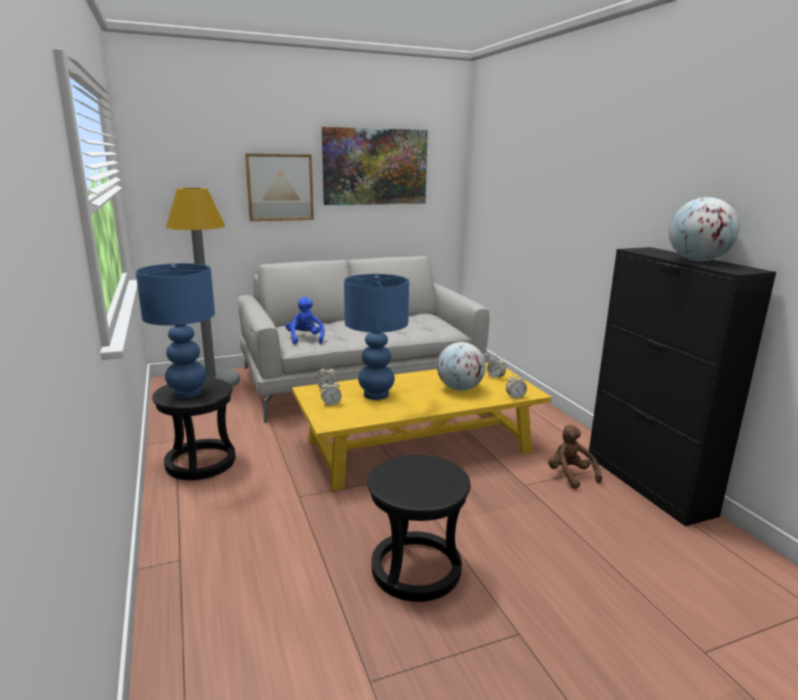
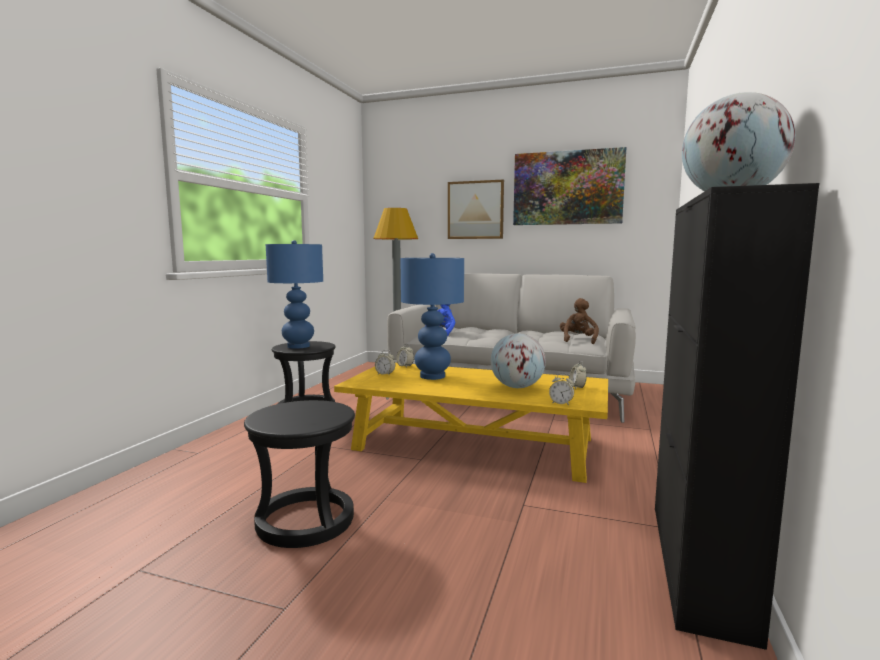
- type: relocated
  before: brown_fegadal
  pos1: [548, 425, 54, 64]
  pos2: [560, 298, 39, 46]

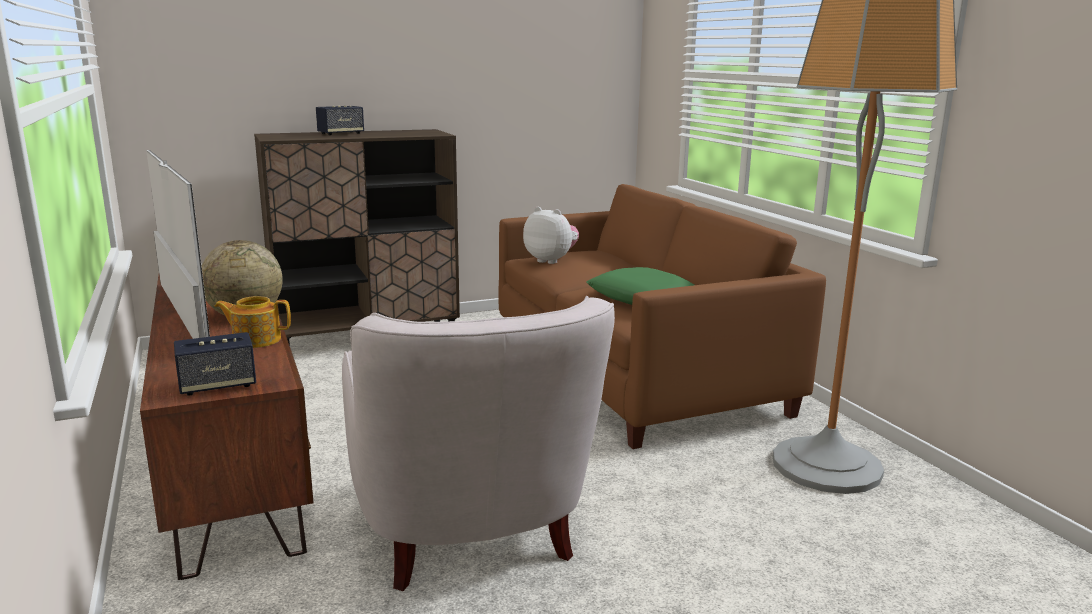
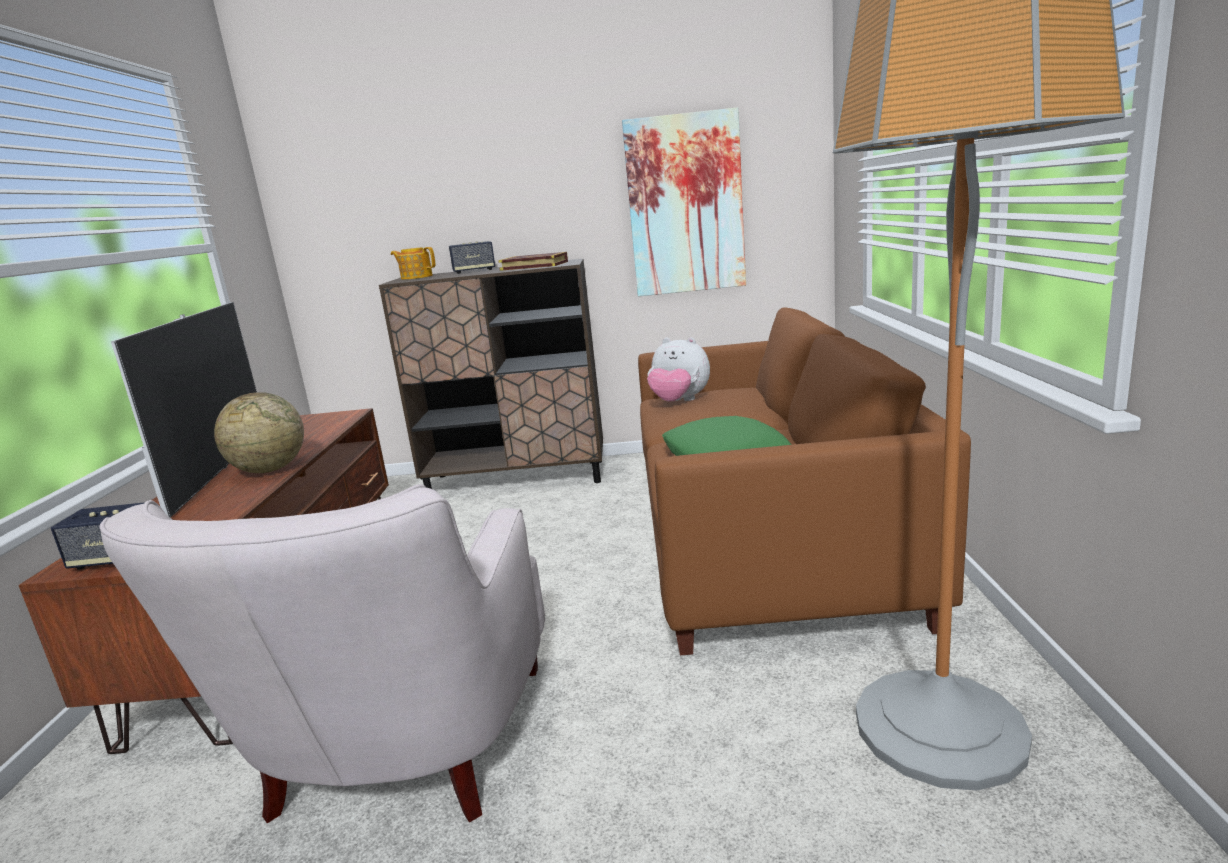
- type: appeared
  after: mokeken
  pos2: [498, 252, 70, 19]
- type: appeared
  after: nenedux
  pos2: [622, 107, 124, 189]
- type: relocated
  before: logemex
  pos1: [214, 296, 77, 52]
  pos2: [391, 247, 44, 33]
- type: spun
  before: fegadal
  pos1: [523, 206, 56, 58]
  pos2: [647, 337, 63, 65]
  turn: 150

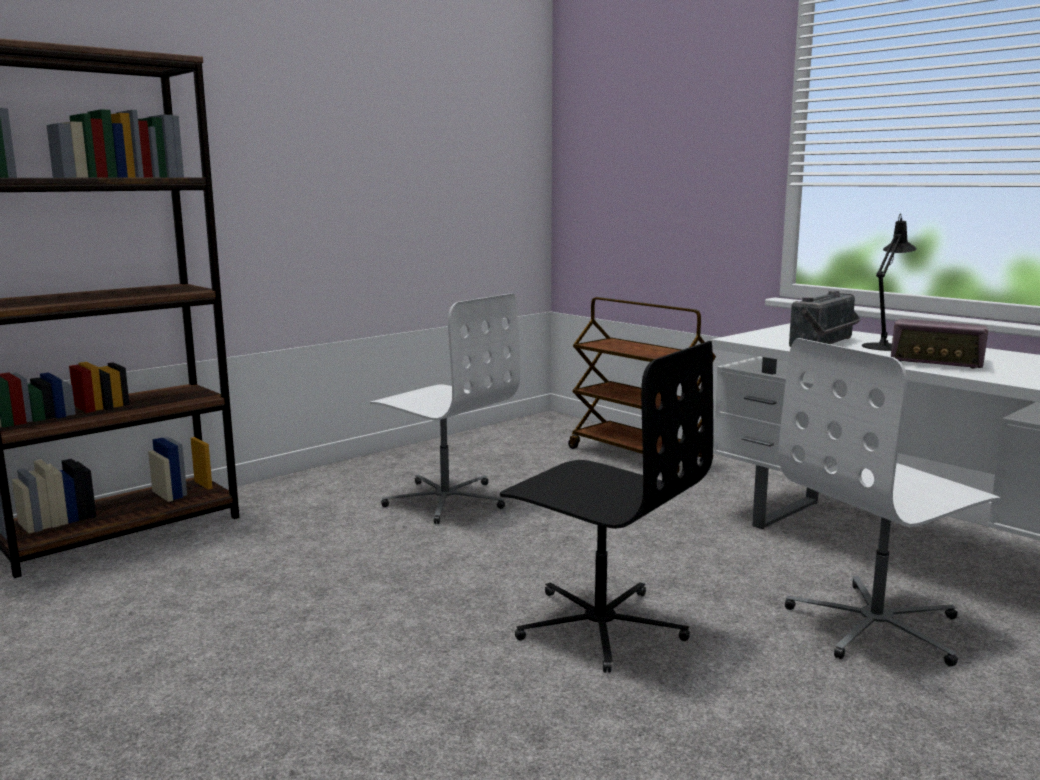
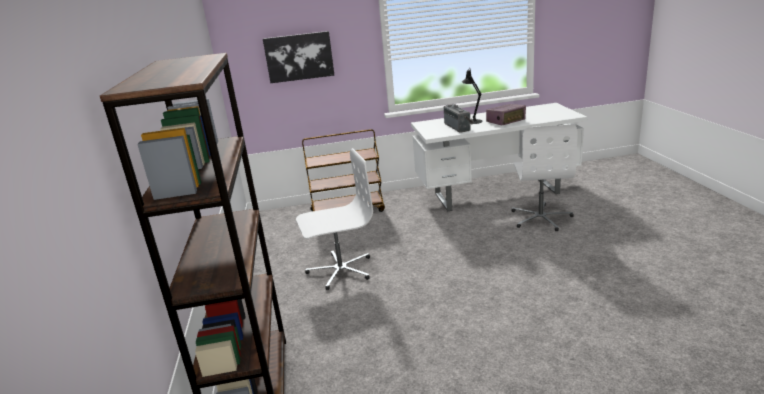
- type: missing
  before: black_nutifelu
  pos1: [500, 341, 213, 332]
- type: appeared
  after: nenedux
  pos2: [263, 31, 71, 52]

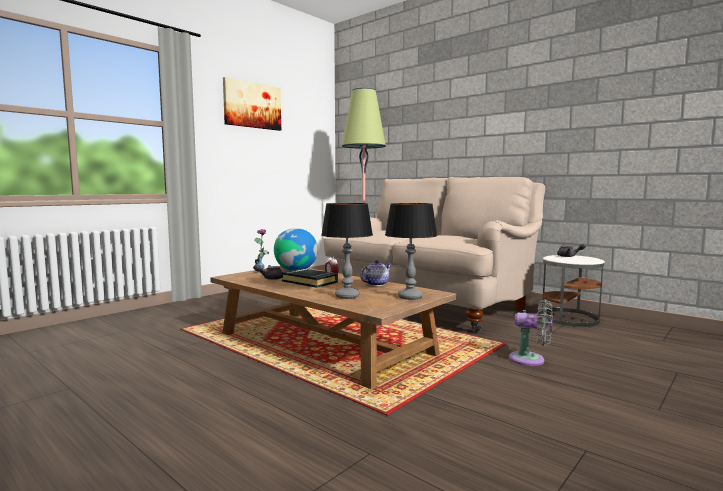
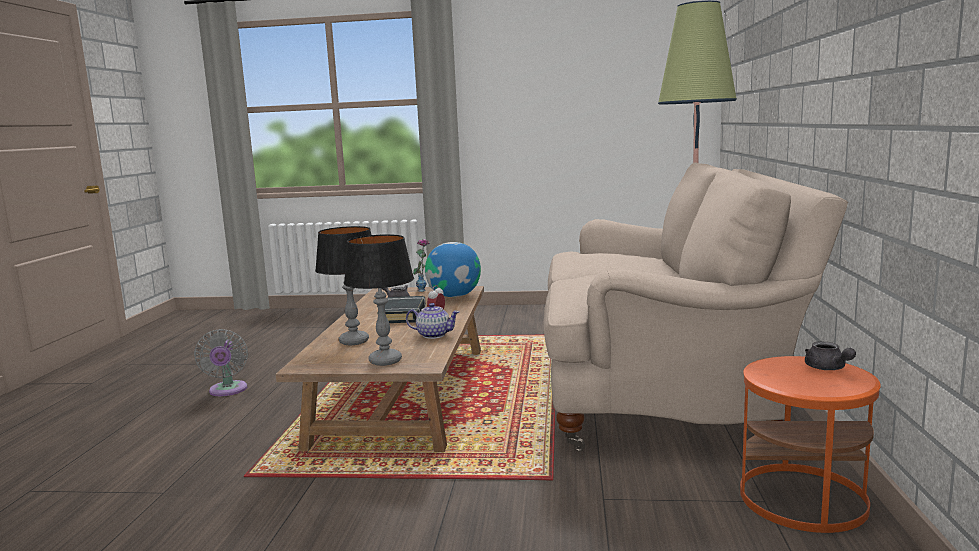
- type: missing
  before: nenedux
  pos1: [223, 77, 58, 54]
- type: relocated
  before: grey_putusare
  pos1: [509, 299, 43, 67]
  pos2: [194, 329, 54, 67]
- type: colour
  before: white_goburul
  after: orange_goburul
  pos1: [540, 255, 65, 72]
  pos2: [740, 356, 141, 177]

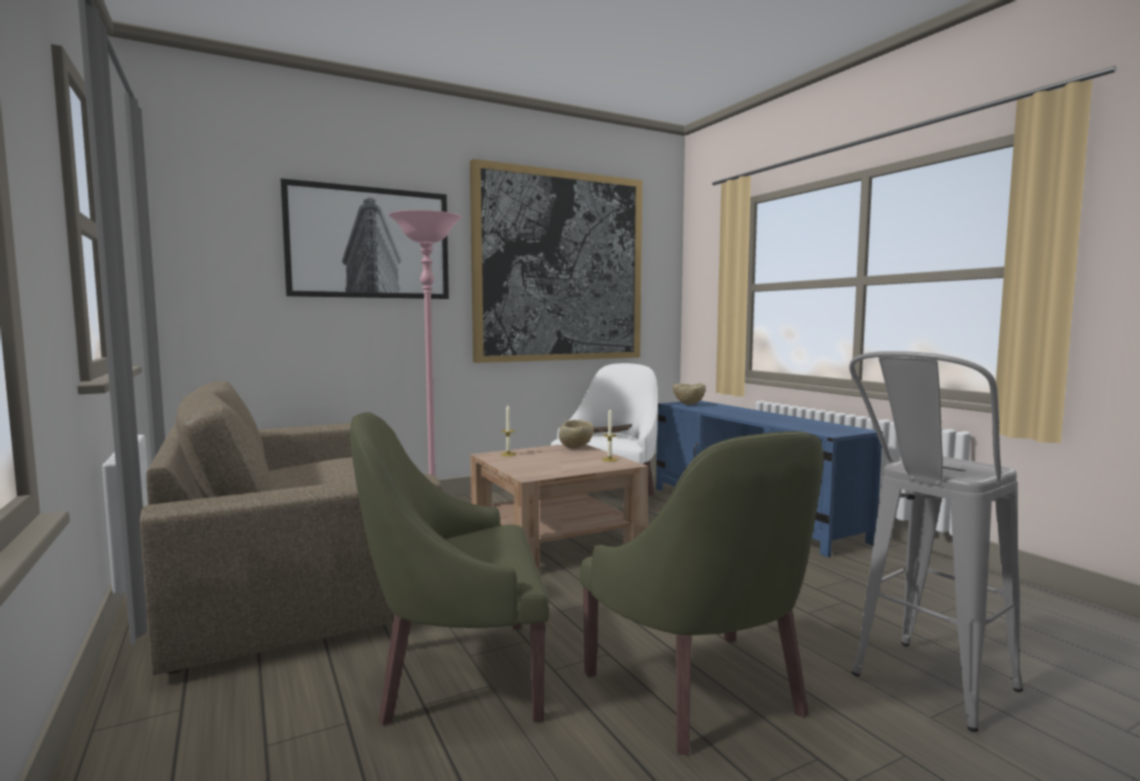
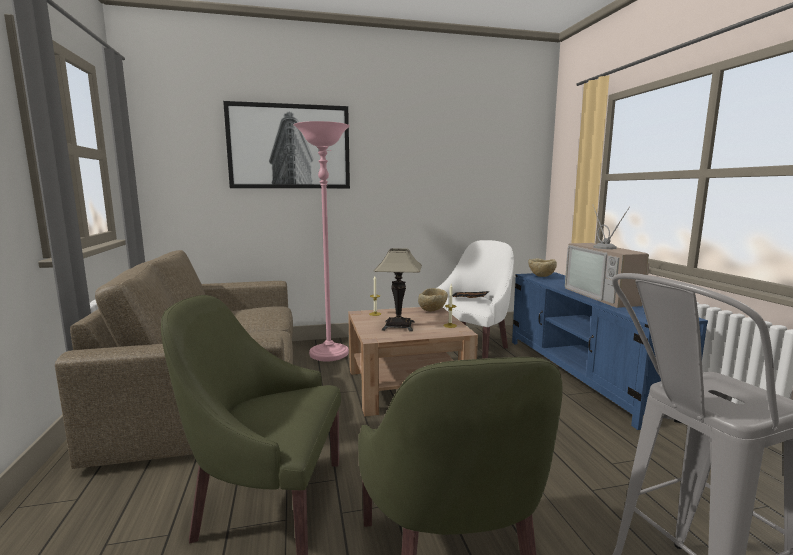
- type: missing
  before: nenedux
  pos1: [470, 159, 172, 204]
- type: appeared
  after: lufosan
  pos2: [374, 248, 48, 84]
- type: appeared
  after: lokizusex
  pos2: [565, 206, 84, 102]

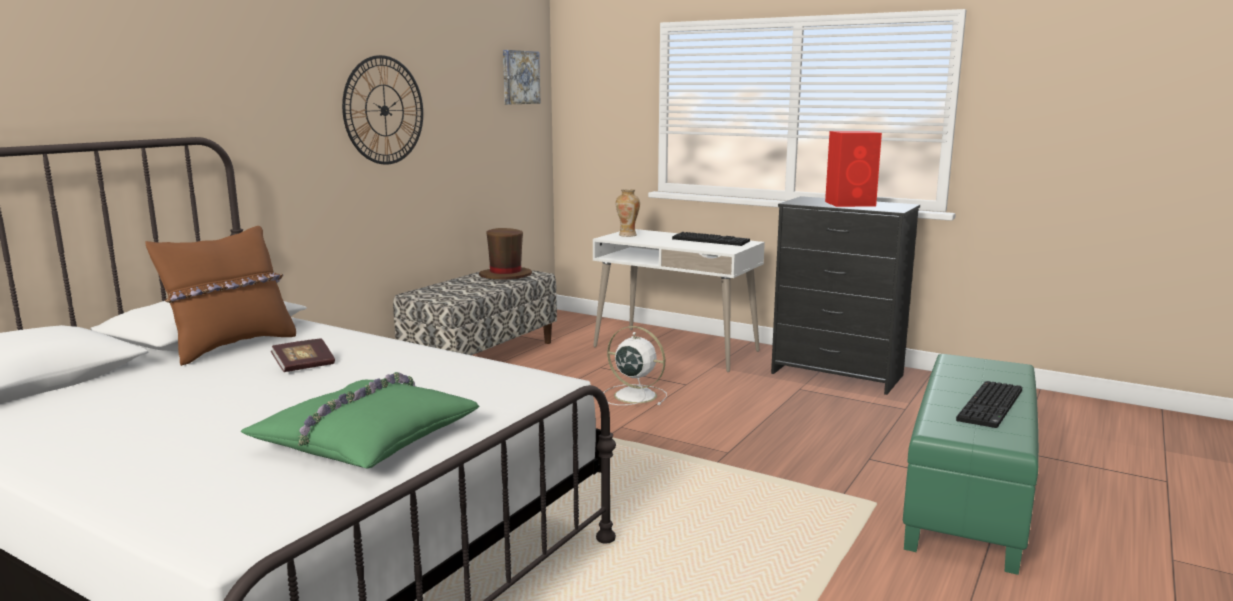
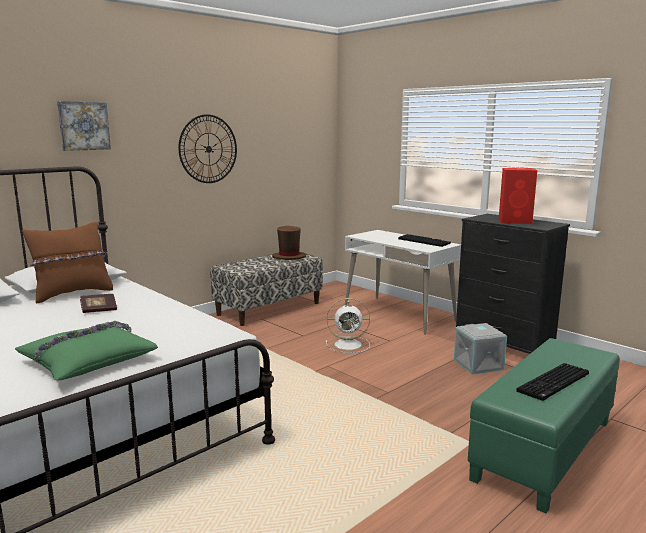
- type: missing
  before: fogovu
  pos1: [616, 189, 24, 48]
- type: appeared
  after: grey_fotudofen
  pos2: [454, 323, 53, 52]
- type: relocated
  before: nenedux
  pos1: [503, 50, 37, 54]
  pos2: [57, 101, 54, 50]
- type: spun
  before: white_putusare
  pos1: [604, 326, 63, 79]
  pos2: [326, 298, 44, 55]
  turn: 135

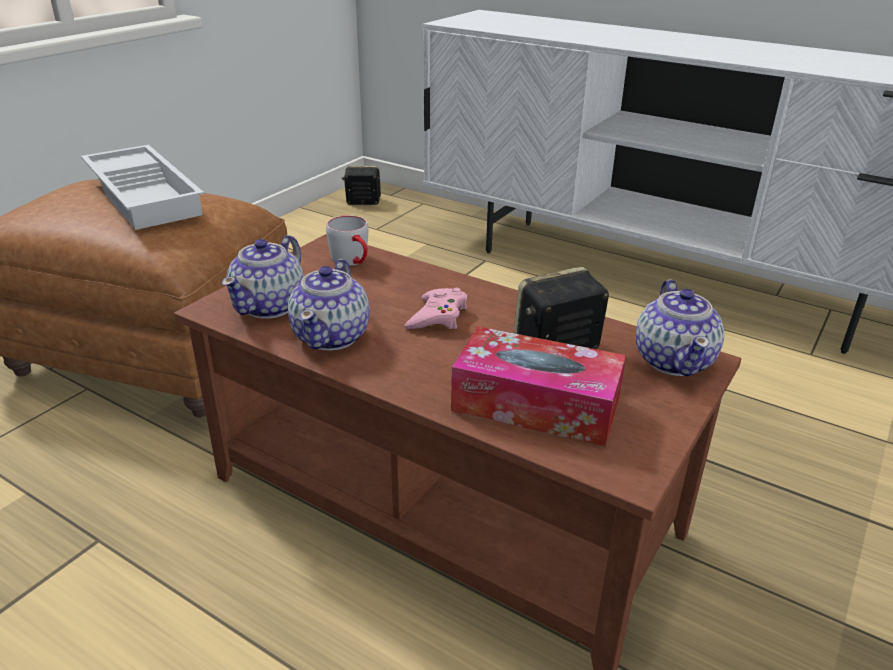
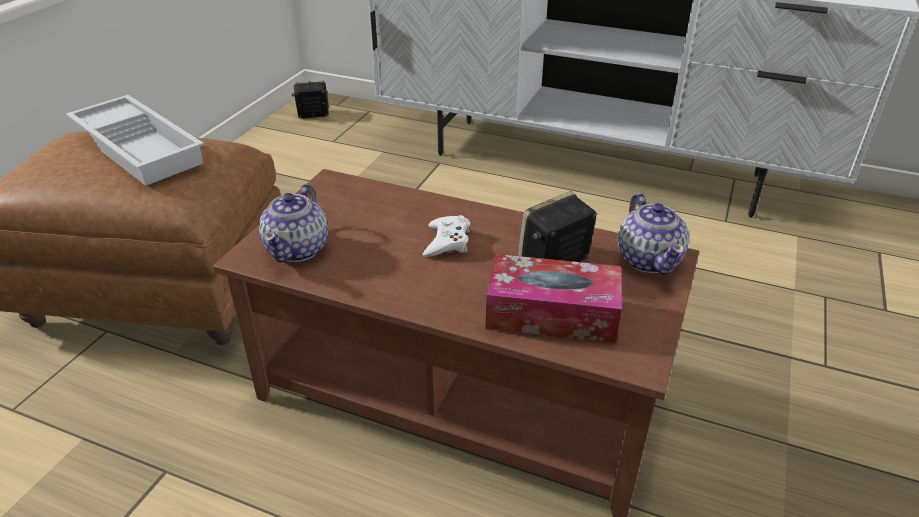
- type: missing
  before: logemex
  pos1: [288, 259, 82, 92]
- type: missing
  before: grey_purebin
  pos1: [326, 215, 43, 51]
- type: colour
  before: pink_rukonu
  after: white_rukonu
  pos1: [405, 288, 62, 41]
  pos2: [423, 215, 47, 42]

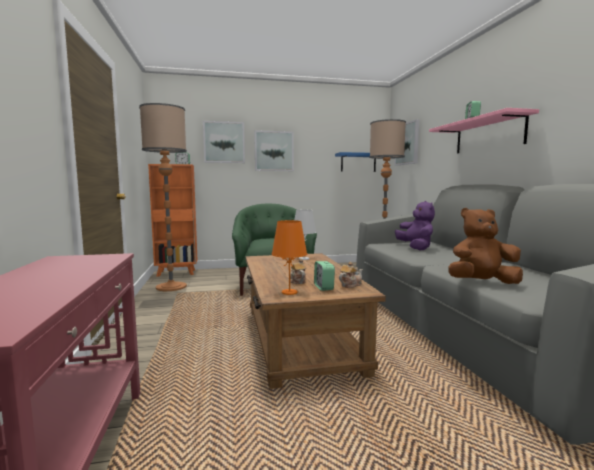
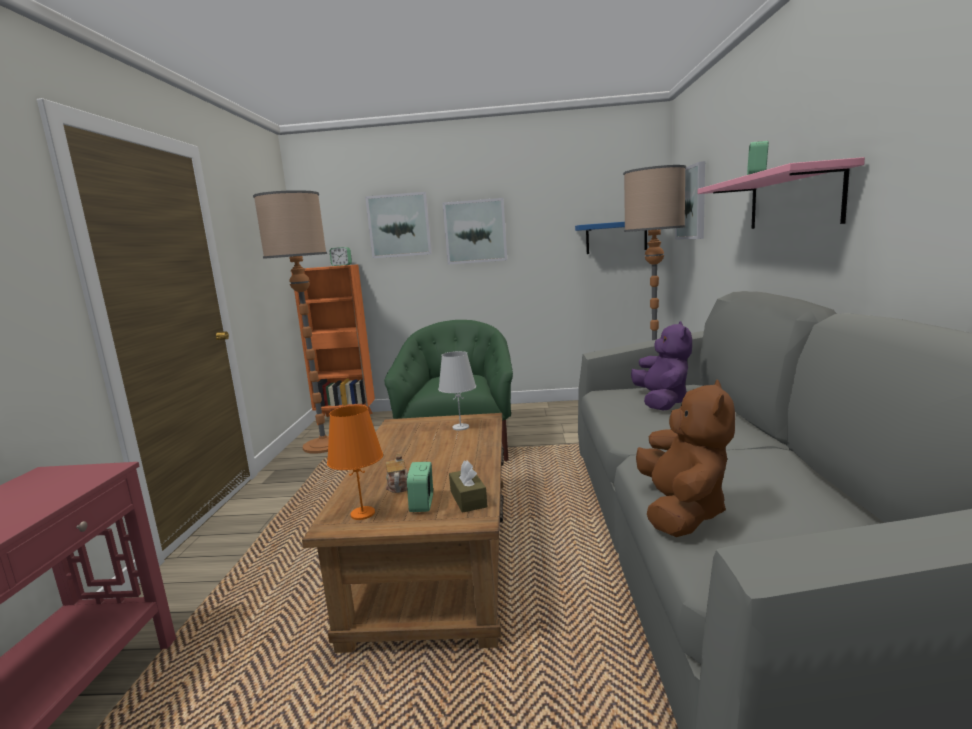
- type: exchanged
  before: logemex
  after: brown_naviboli
  pos1: [339, 262, 24, 26]
  pos2: [449, 461, 39, 52]
- type: spun
  before: brown_fegadal
  pos1: [449, 208, 74, 76]
  pos2: [636, 380, 99, 157]
  turn: 90

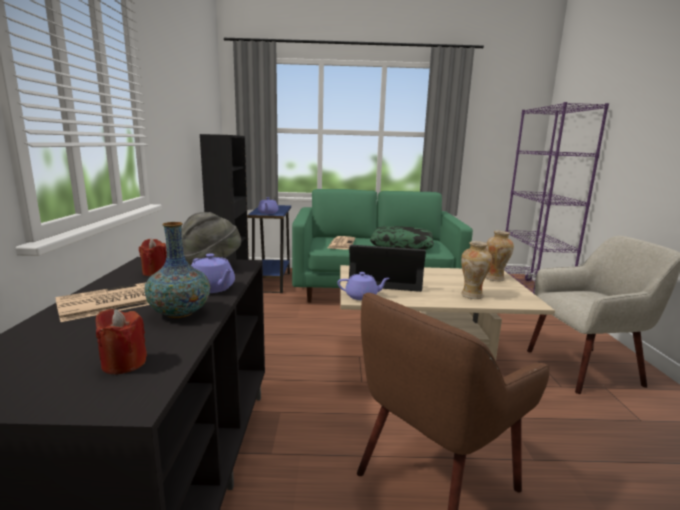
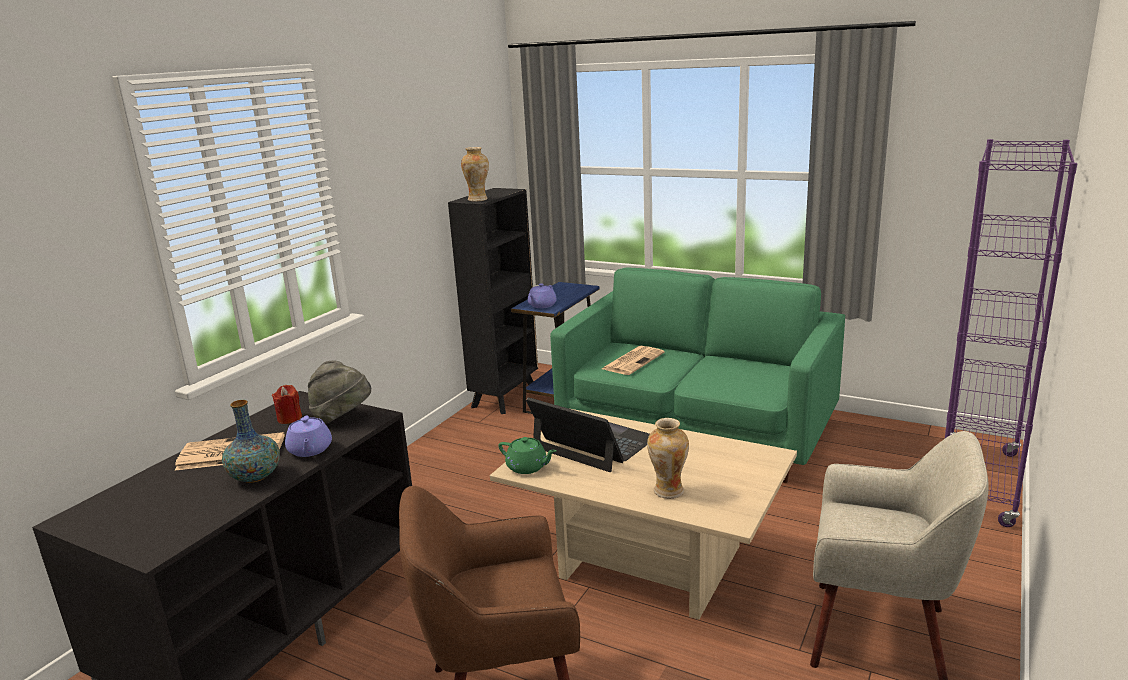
- type: missing
  before: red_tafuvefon
  pos1: [96, 309, 51, 65]
- type: missing
  before: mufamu
  pos1: [370, 226, 64, 24]
- type: relocated
  before: fogovu
  pos1: [485, 231, 29, 50]
  pos2: [461, 147, 28, 54]
- type: colour
  before: purple_logemex
  after: green_logemex
  pos1: [337, 272, 53, 28]
  pos2: [498, 437, 59, 37]

